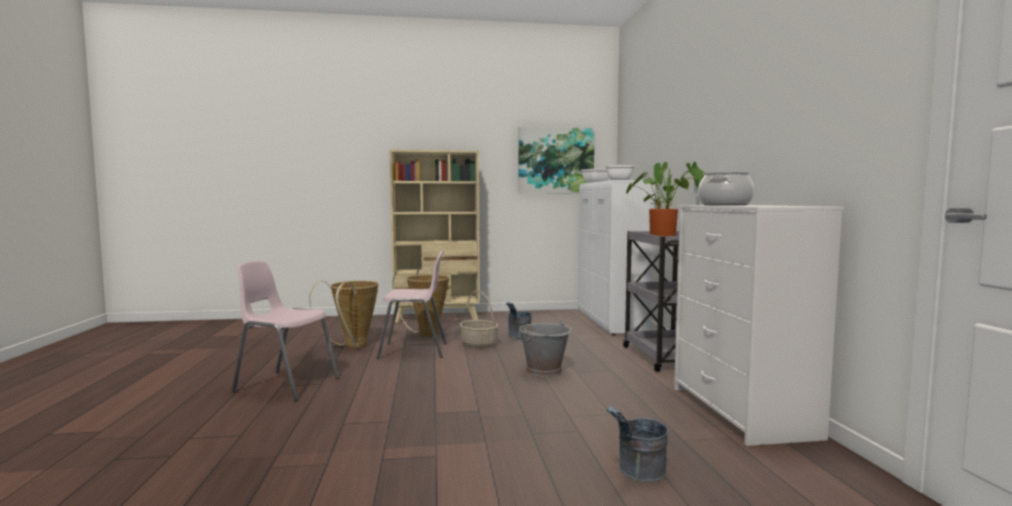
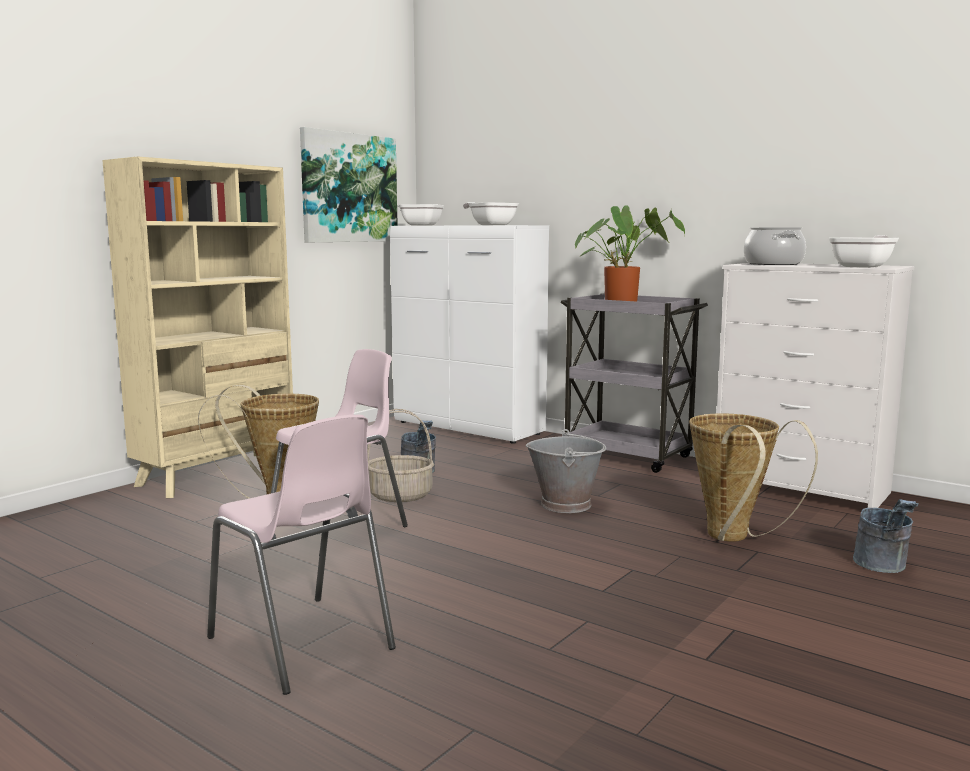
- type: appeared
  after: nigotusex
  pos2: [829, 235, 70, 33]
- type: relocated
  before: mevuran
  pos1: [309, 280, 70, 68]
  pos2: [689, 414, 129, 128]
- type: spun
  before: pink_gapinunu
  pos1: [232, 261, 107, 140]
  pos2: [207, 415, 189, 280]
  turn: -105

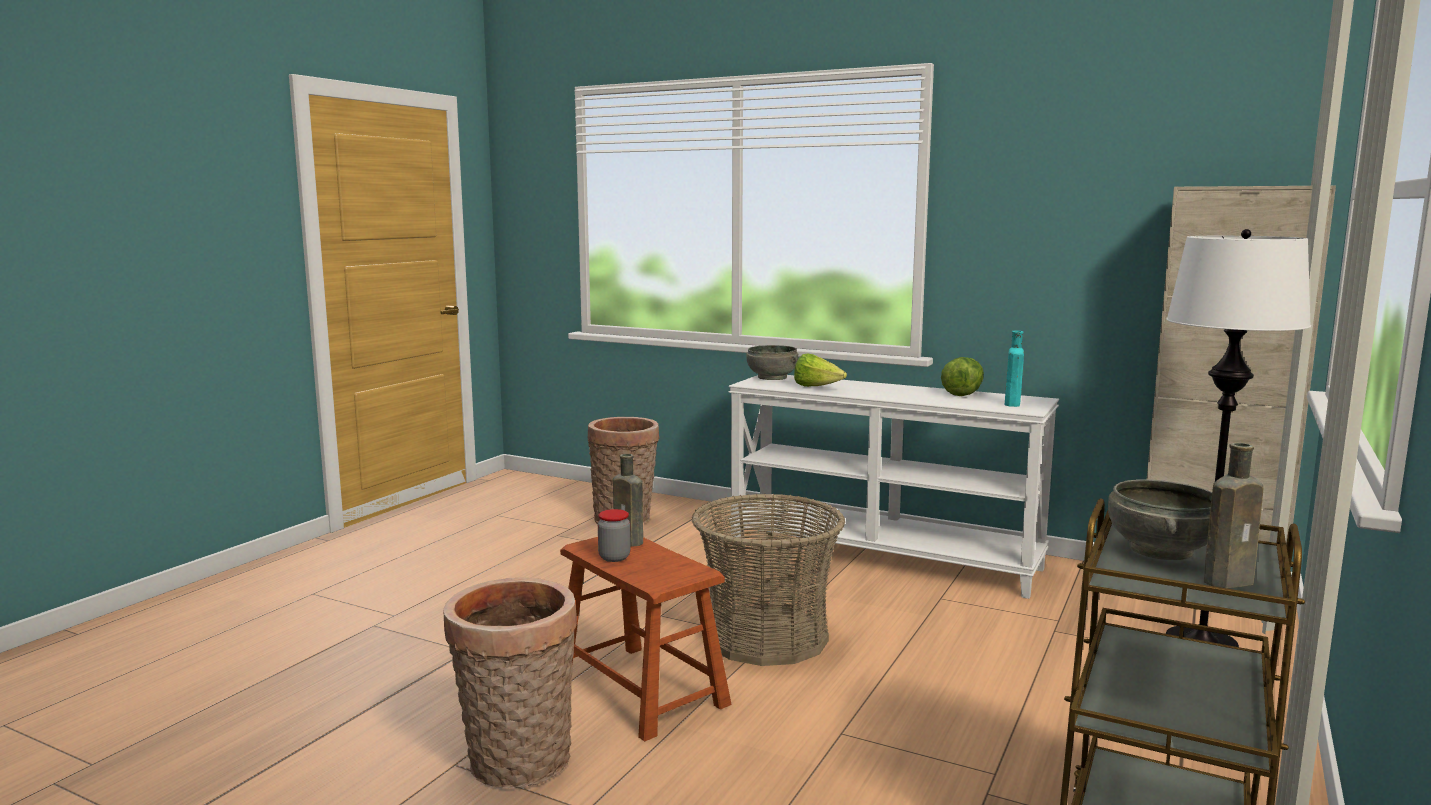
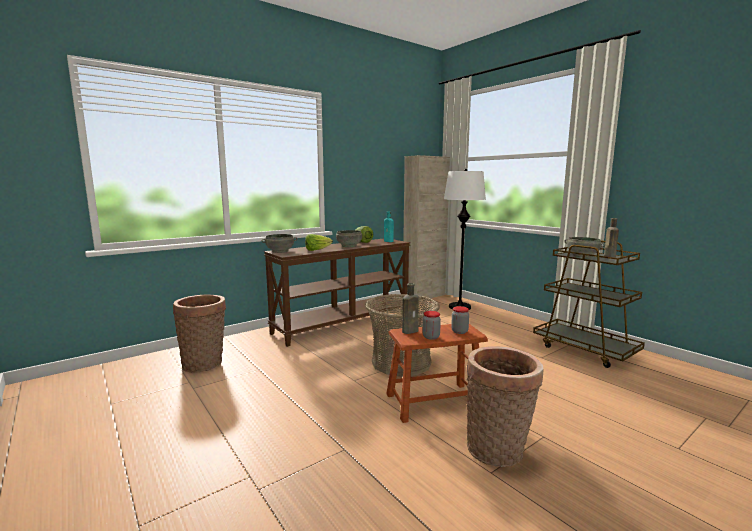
- type: appeared
  after: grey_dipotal
  pos2: [336, 230, 26, 17]
- type: appeared
  after: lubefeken
  pos2: [451, 306, 18, 28]
- type: colour
  before: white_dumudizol
  after: brown_dumudizol
  pos1: [729, 375, 330, 224]
  pos2: [264, 239, 146, 108]

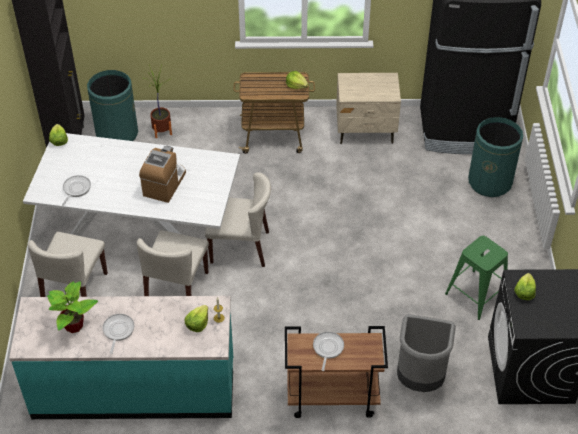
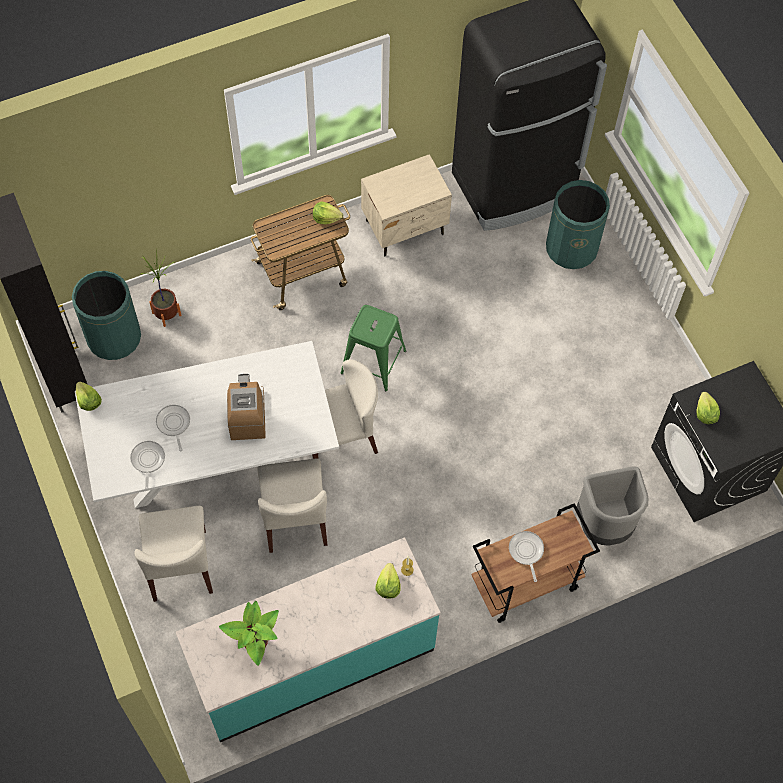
- type: relocated
  before: nigotusex
  pos1: [102, 314, 33, 40]
  pos2: [156, 405, 34, 46]
- type: relocated
  before: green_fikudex
  pos1: [445, 236, 63, 84]
  pos2: [341, 305, 65, 86]

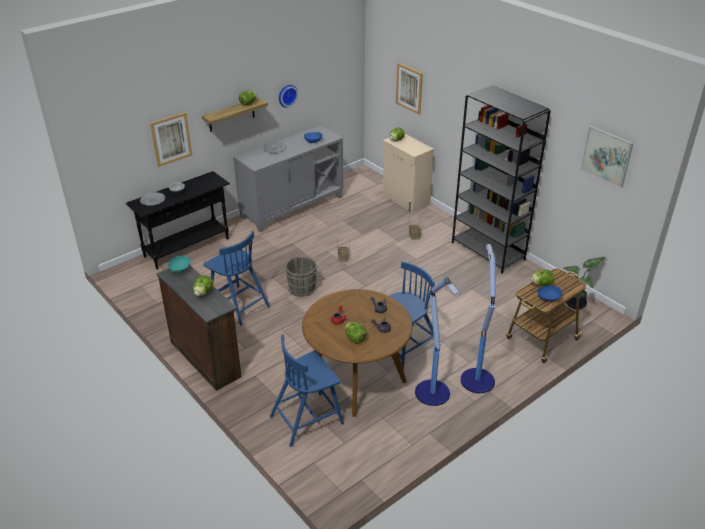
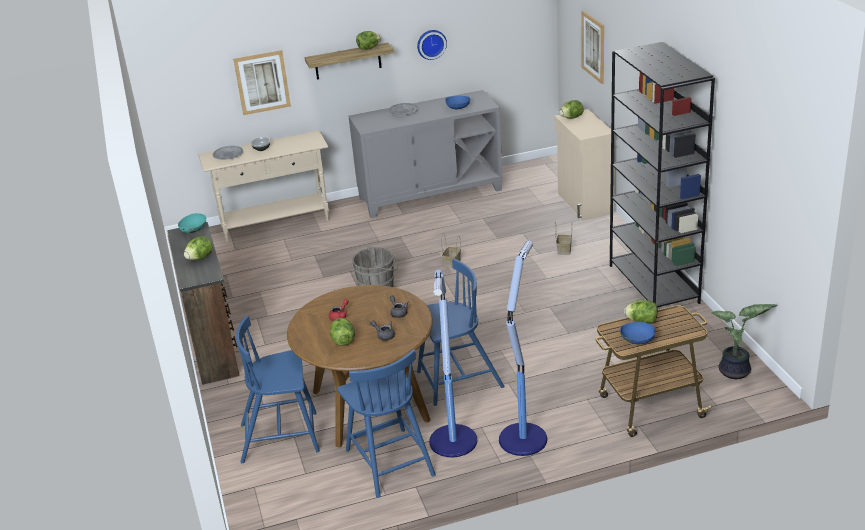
- type: missing
  before: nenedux
  pos1: [581, 126, 52, 62]
- type: relocated
  before: blue_gapinunu
  pos1: [203, 231, 67, 95]
  pos2: [337, 349, 99, 149]
- type: colour
  before: black_dumudizol
  after: beige_dumudizol
  pos1: [126, 171, 104, 98]
  pos2: [198, 131, 131, 111]

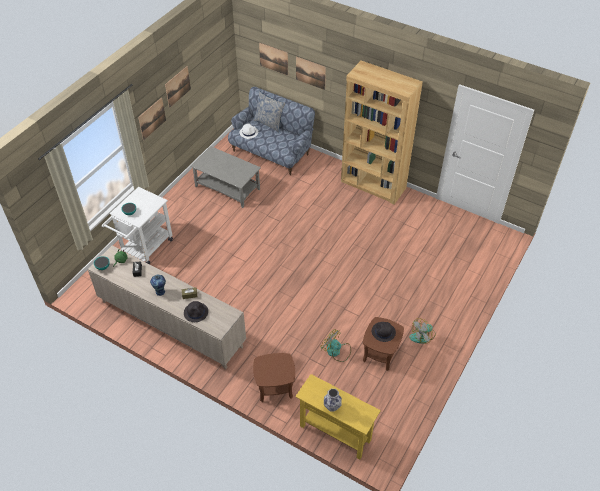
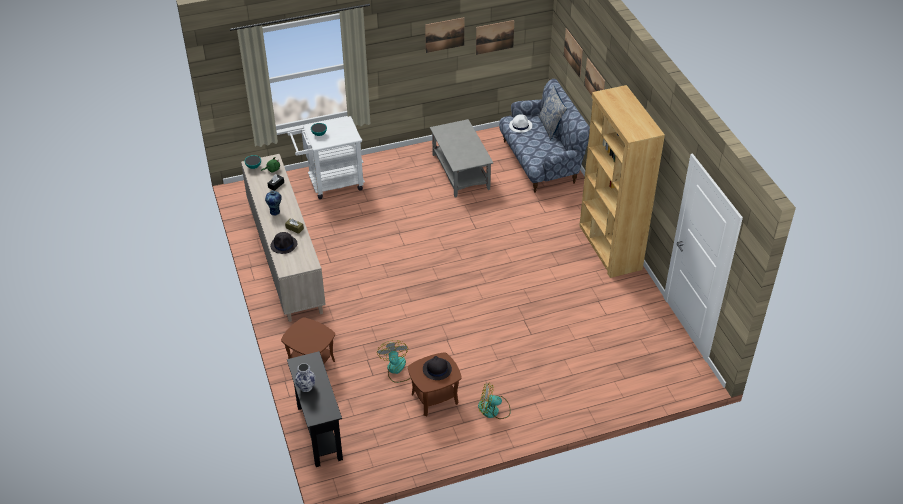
- type: relocated
  before: nenedux
  pos1: [138, 98, 28, 42]
  pos2: [476, 20, 38, 35]
- type: colour
  before: yellow_dumudizol
  after: black_dumudizol
  pos1: [295, 374, 86, 85]
  pos2: [287, 351, 56, 116]

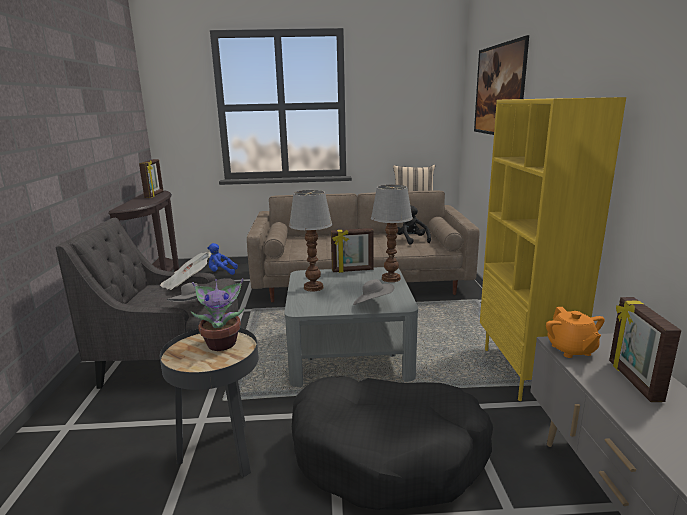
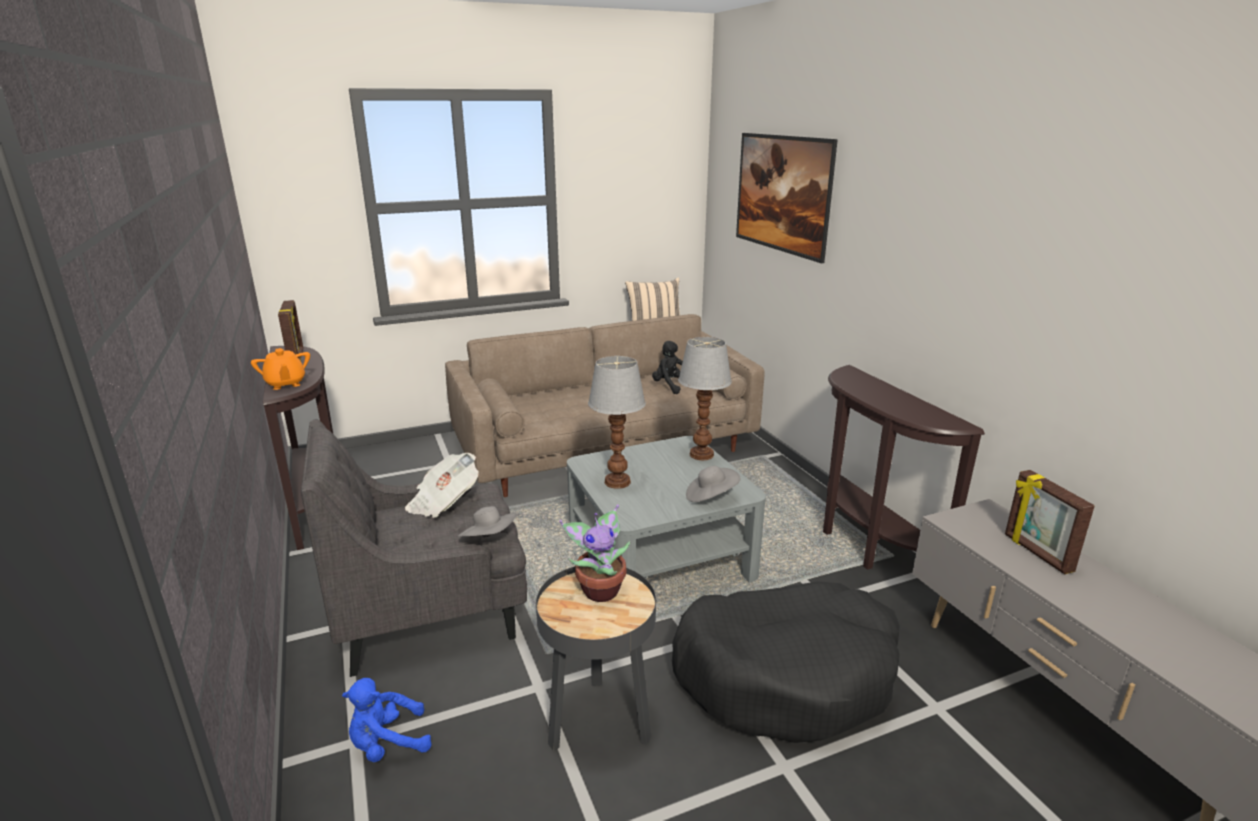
- type: missing
  before: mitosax
  pos1: [331, 228, 43, 45]
- type: relocated
  before: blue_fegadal
  pos1: [207, 243, 31, 32]
  pos2: [342, 678, 90, 84]
- type: relocated
  before: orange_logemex
  pos1: [546, 307, 59, 51]
  pos2: [251, 348, 59, 42]
- type: exchanged
  before: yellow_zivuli
  after: brown_dumudizol
  pos1: [480, 97, 146, 304]
  pos2: [823, 365, 162, 205]

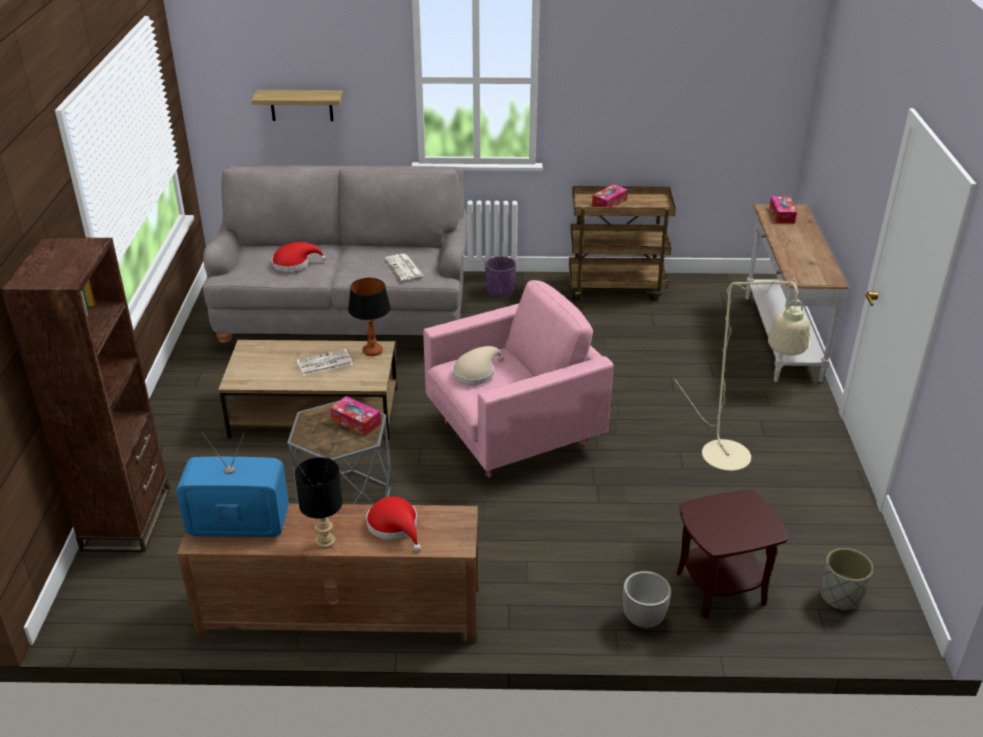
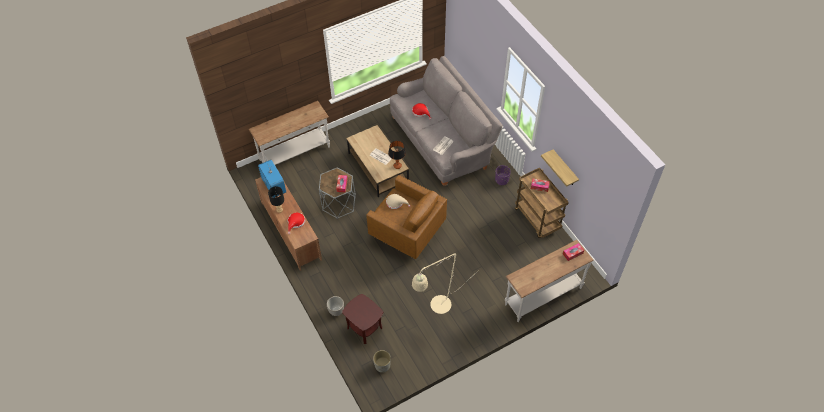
- type: relocated
  before: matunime
  pos1: [251, 90, 92, 31]
  pos2: [541, 150, 38, 37]
- type: exchanged
  before: brown_zivuli
  after: white_dumudizol
  pos1: [1, 237, 169, 315]
  pos2: [249, 101, 81, 64]
- type: colour
  before: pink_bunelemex
  after: brown_bunelemex
  pos1: [423, 280, 191, 197]
  pos2: [366, 175, 81, 84]

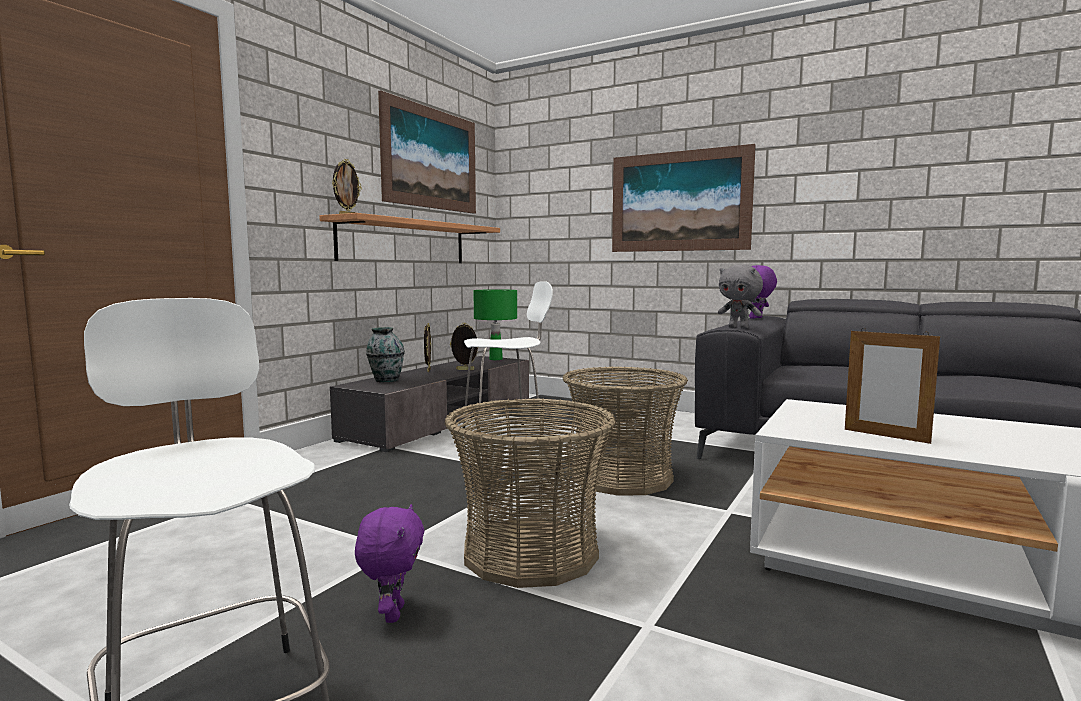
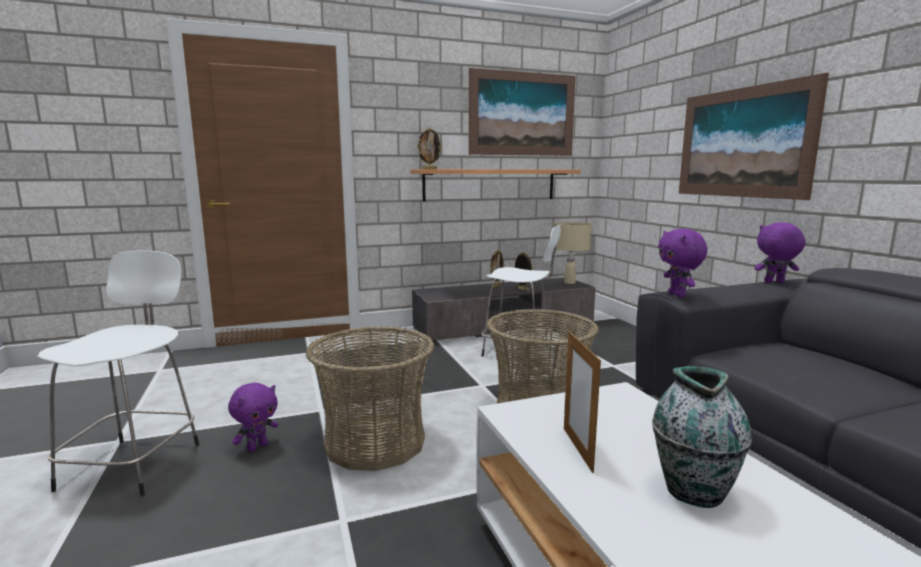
- type: relocated
  before: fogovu
  pos1: [366, 327, 39, 55]
  pos2: [652, 366, 100, 142]
- type: colour
  before: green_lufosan
  after: beige_lufosan
  pos1: [473, 289, 44, 71]
  pos2: [553, 222, 39, 62]
- type: colour
  before: grey_fegadal
  after: purple_fegadal
  pos1: [718, 264, 45, 65]
  pos2: [658, 229, 50, 68]

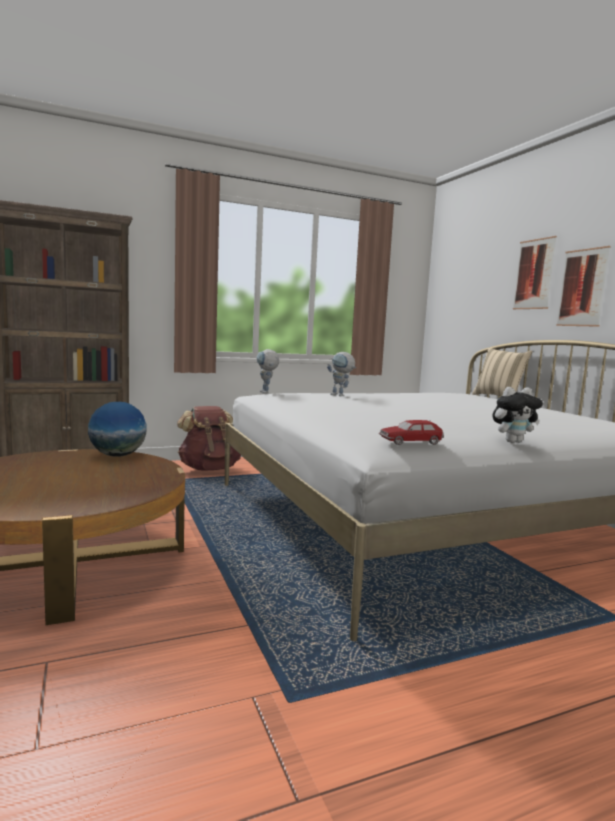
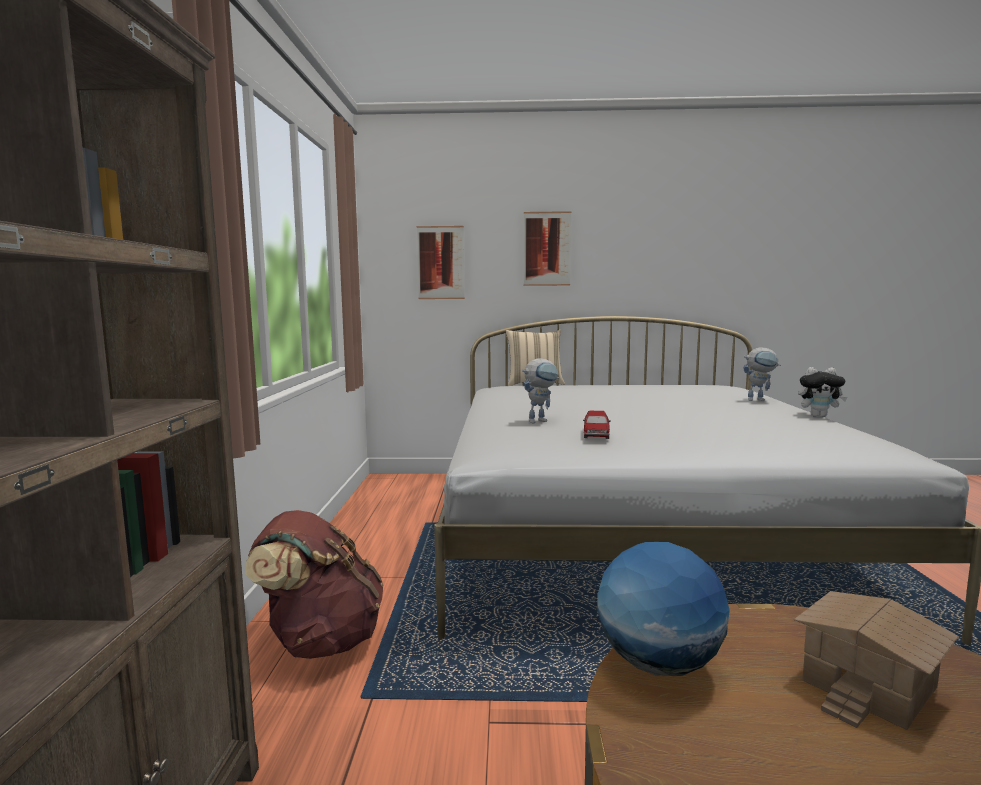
- type: appeared
  after: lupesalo
  pos2: [794, 591, 165, 139]
- type: relocated
  before: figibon
  pos1: [257, 349, 22, 45]
  pos2: [743, 347, 38, 54]
- type: relocated
  before: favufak
  pos1: [379, 420, 65, 25]
  pos2: [583, 411, 28, 28]
- type: relocated
  before: nenedux
  pos1: [556, 246, 54, 81]
  pos2: [417, 226, 48, 73]
- type: spun
  before: fegadal
  pos1: [492, 387, 51, 56]
  pos2: [798, 367, 50, 50]
  turn: 90

